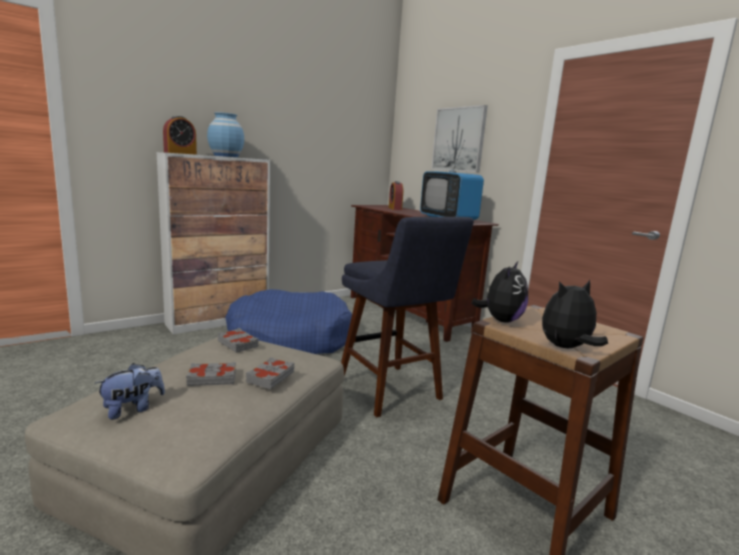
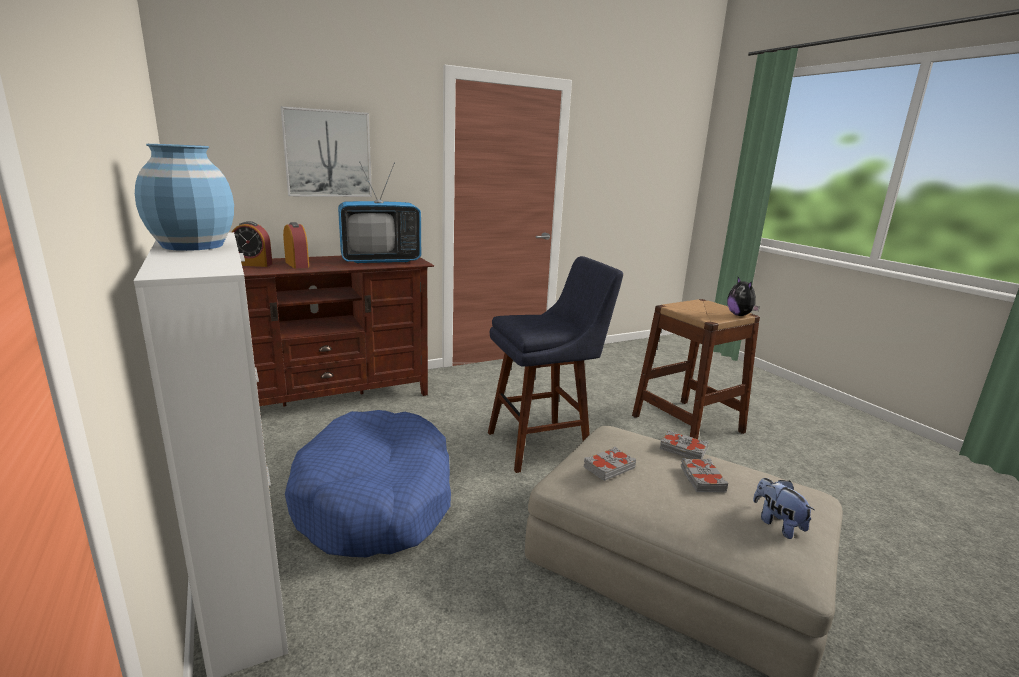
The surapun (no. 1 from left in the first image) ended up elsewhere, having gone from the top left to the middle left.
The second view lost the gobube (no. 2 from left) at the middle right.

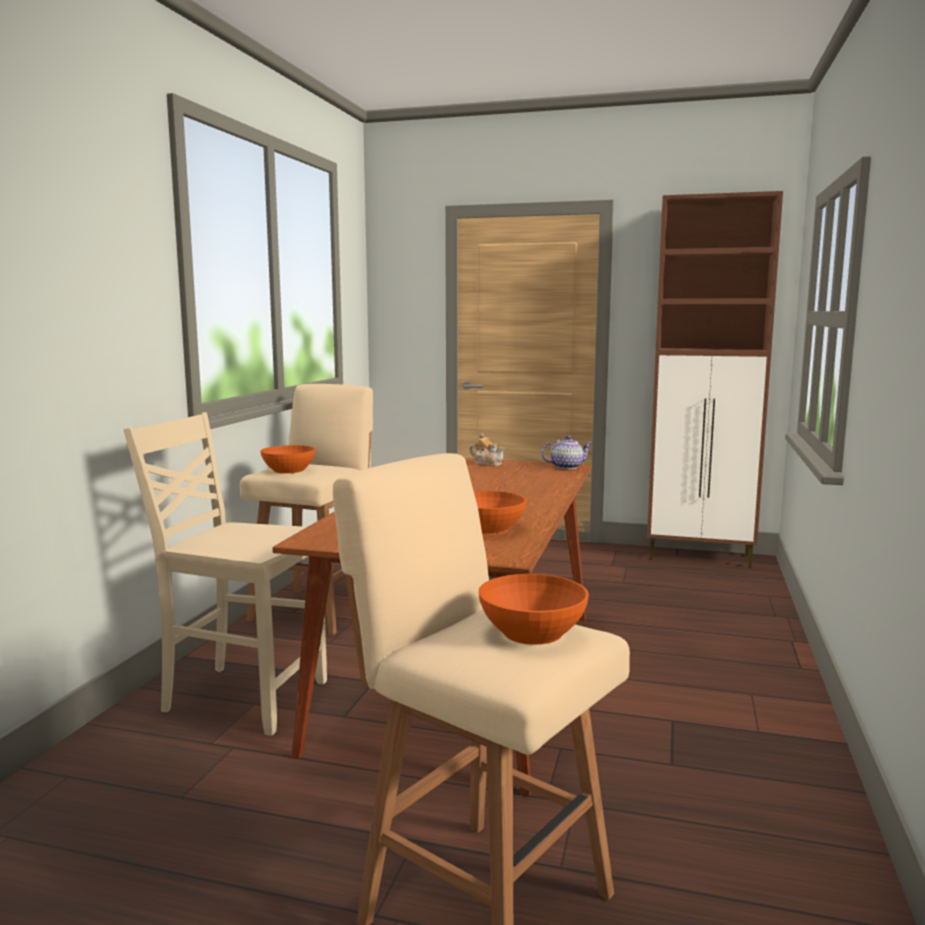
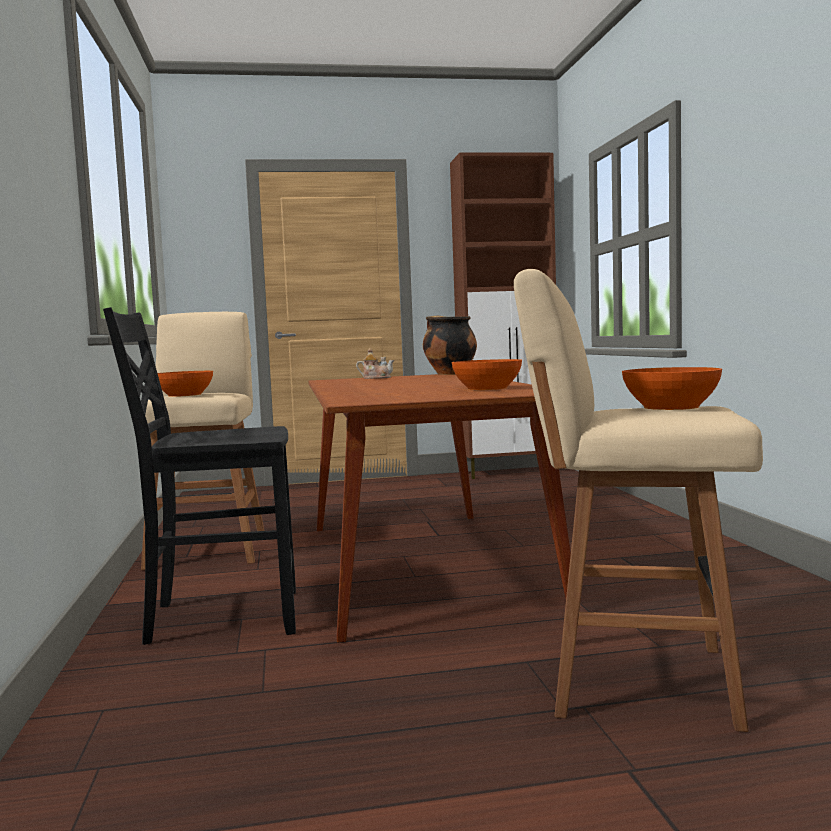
What was the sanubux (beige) at the middle left turned into the sanubux (black) at the middle left.
Where the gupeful (no. 2 from left) stood at the centre, the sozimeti came to stand at the centre.

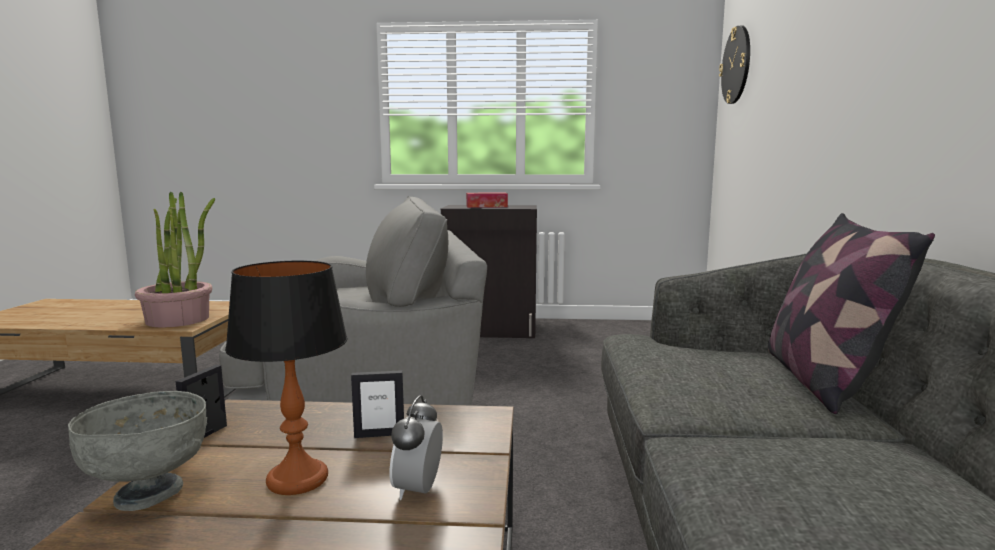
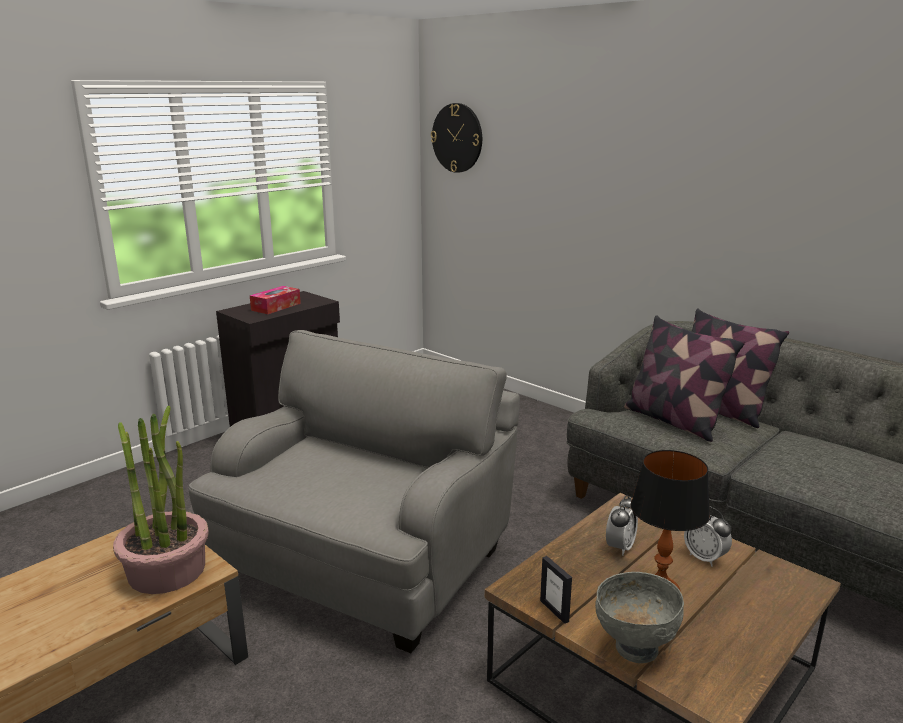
Where the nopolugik (no. 2 from left) stood at the bottom centre, the surapun (no. 1 from left) came to stand at the bottom right.
The second view gained the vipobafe (no. 1 from left) at the middle right.

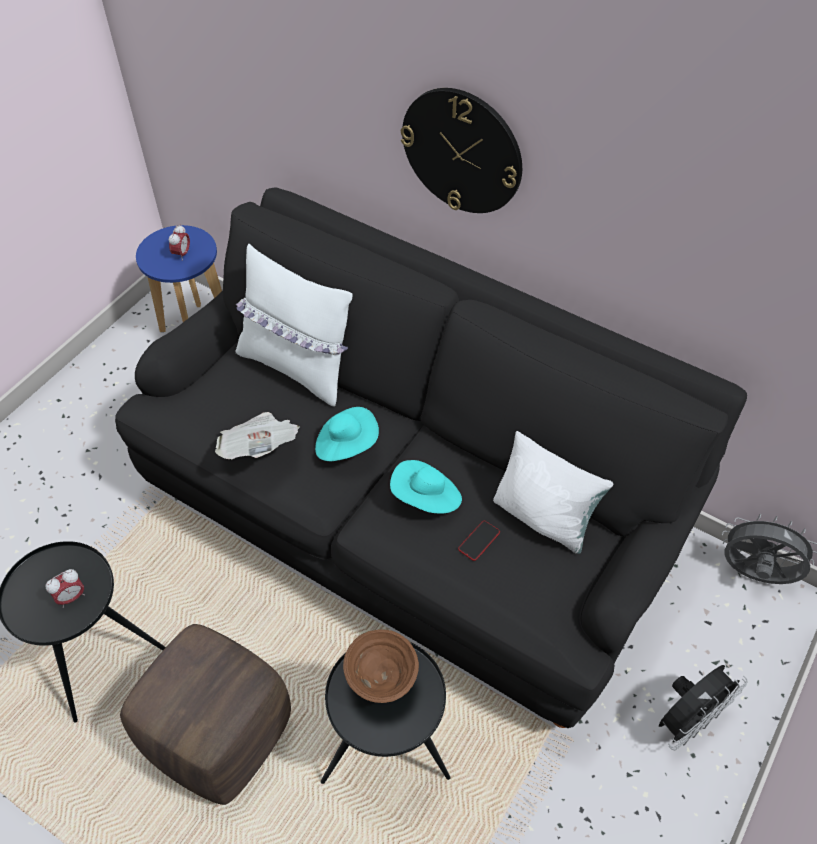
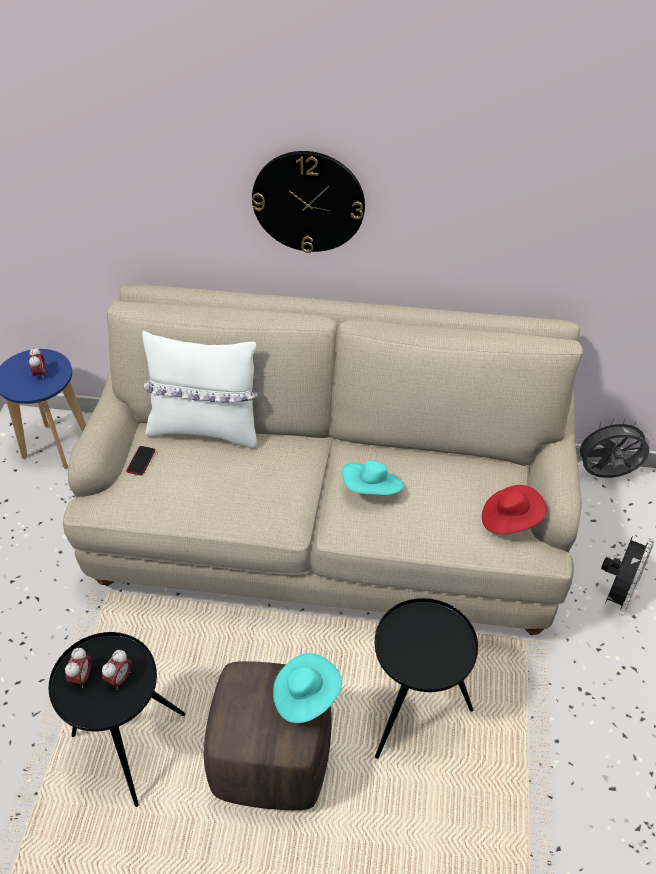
What was the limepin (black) at the centre turned into the limepin (beige) at the centre.
The second view lost the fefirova at the middle left.
The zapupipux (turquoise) (no. 1 from left) ended up elsewhere, having gone from the centre to the bottom centre.
The second view lost the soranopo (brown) at the bottom centre.
The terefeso ended up elsewhere, having gone from the centre to the middle left.
The second view lost the vipobafe (white) (no. 2 from left) at the middle right.
The second view gained the surapun (no. 2 from left) at the bottom left.
The second view gained the zapupipux (red) at the middle right.

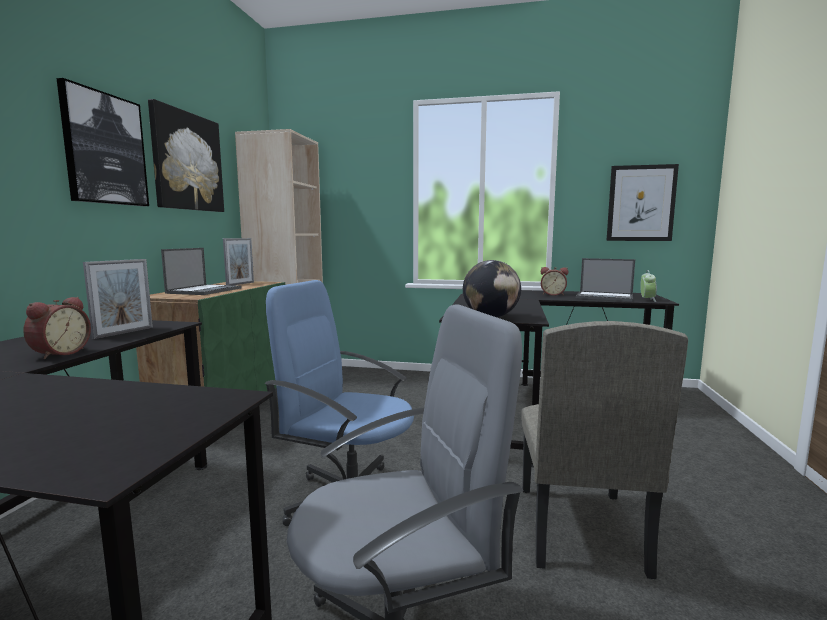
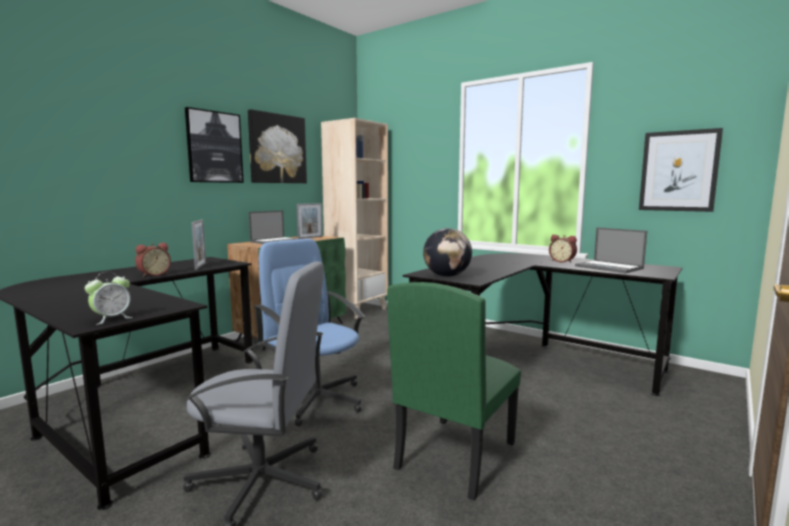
The nopolugik (no. 1 from left) at the middle left ended up facing another way, 60 degrees counterclockwise from before.
What was the sanubux (beige) at the bottom right turned into the sanubux (green) at the bottom centre.
The surapun (no. 3 from left in the first image) ended up elsewhere, having gone from the middle right to the middle left.

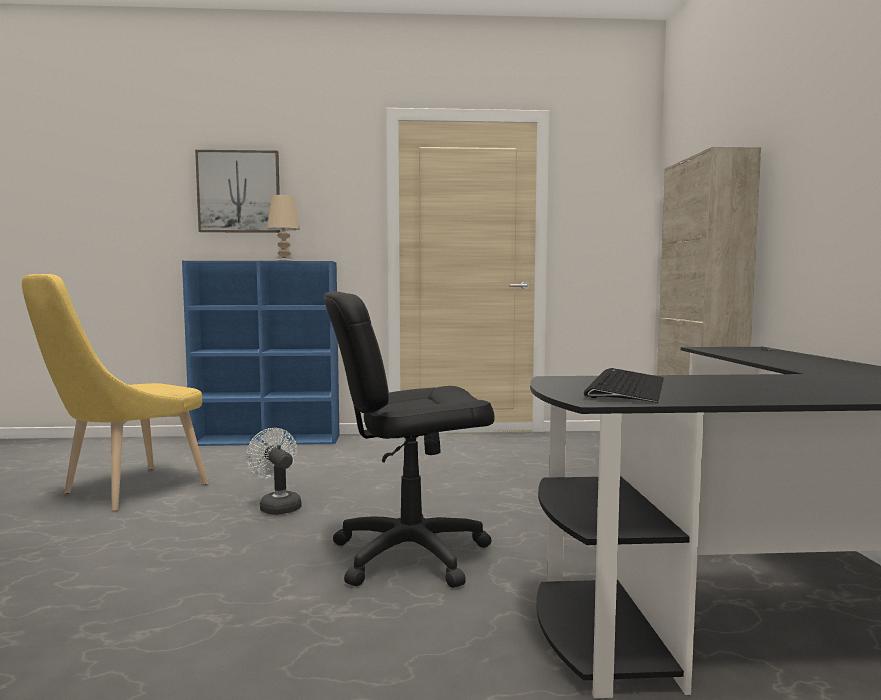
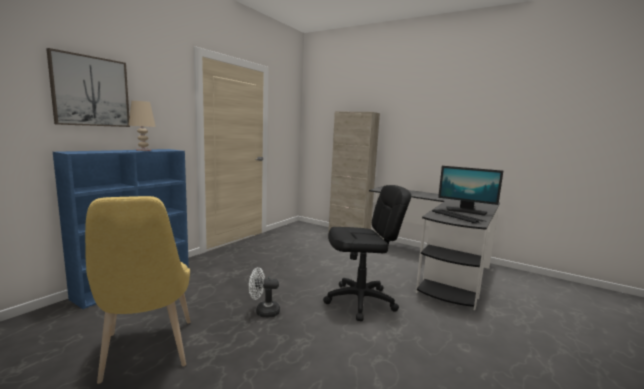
The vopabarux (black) at the centre ended up facing another way, 120 degrees counterclockwise from before.
The second view gained the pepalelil at the middle right.

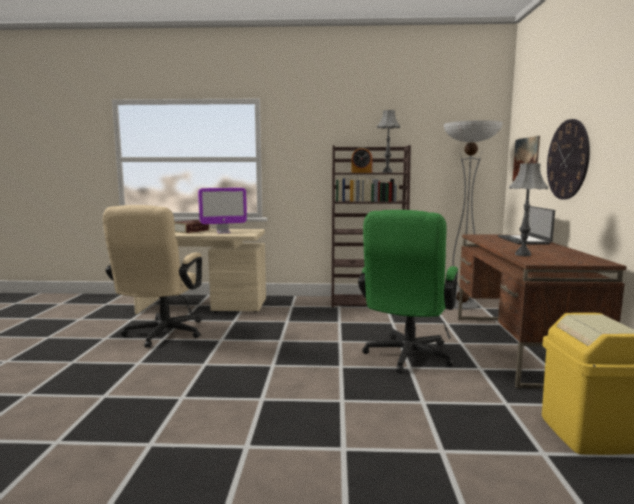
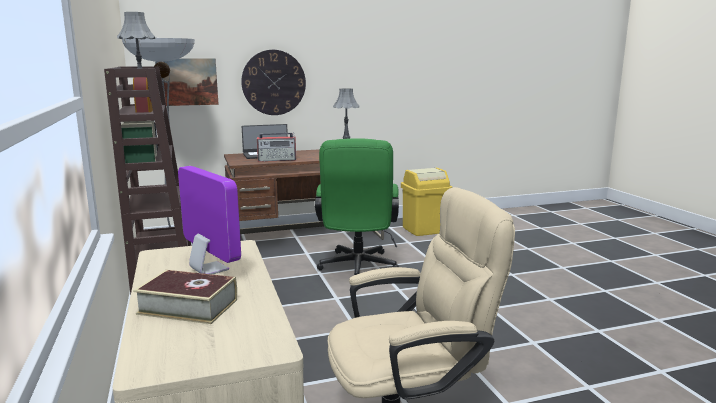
The vopabarux (green) at the centre ended up facing another way, 90 degrees clockwise from before.
The second view gained the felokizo at the centre.

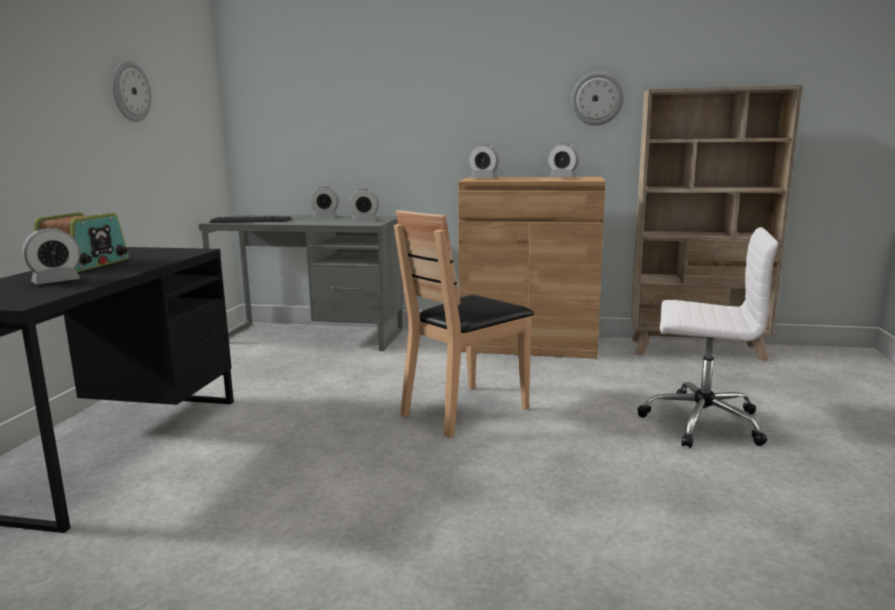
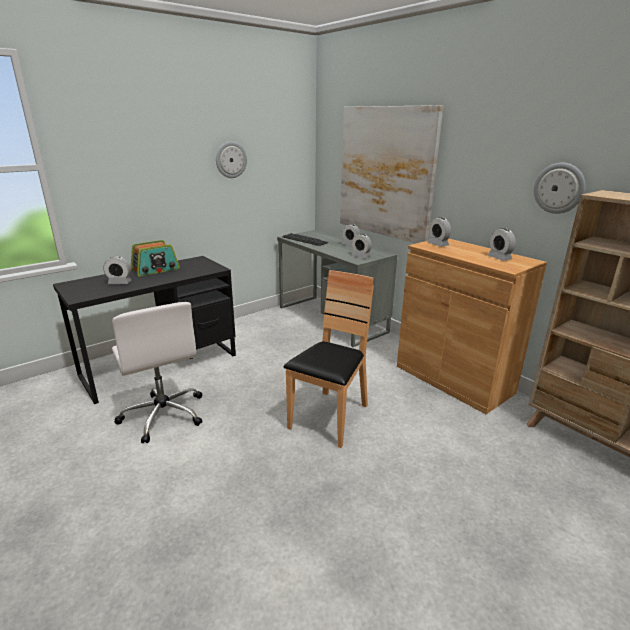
The sanubux (brown) at the centre ended up facing another way, 120 degrees clockwise from before.
The vopabarux (white) ended up elsewhere, having gone from the middle right to the middle left.
The second view gained the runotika at the top centre.

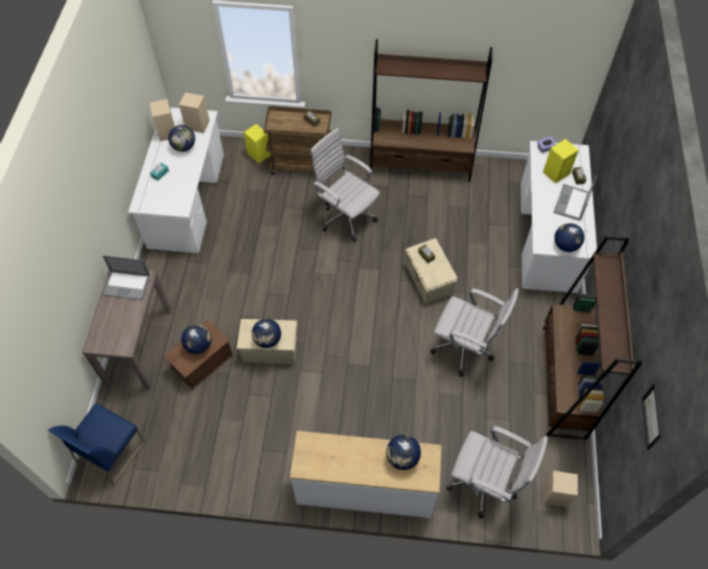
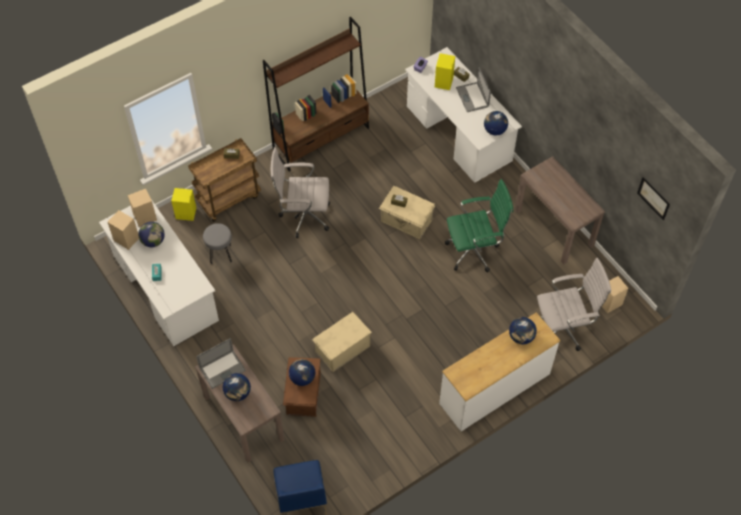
The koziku (no. 3 from left in the first image) ended up elsewhere, having gone from the centre to the bottom left.
What was the vopabarux (white) (no. 2 from left) at the middle right turned into the vopabarux (green) at the centre.
Where the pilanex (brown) (no. 2 from left) stood at the middle right, the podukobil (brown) (no. 2 from left) came to stand at the middle right.
The second view gained the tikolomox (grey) at the middle left.

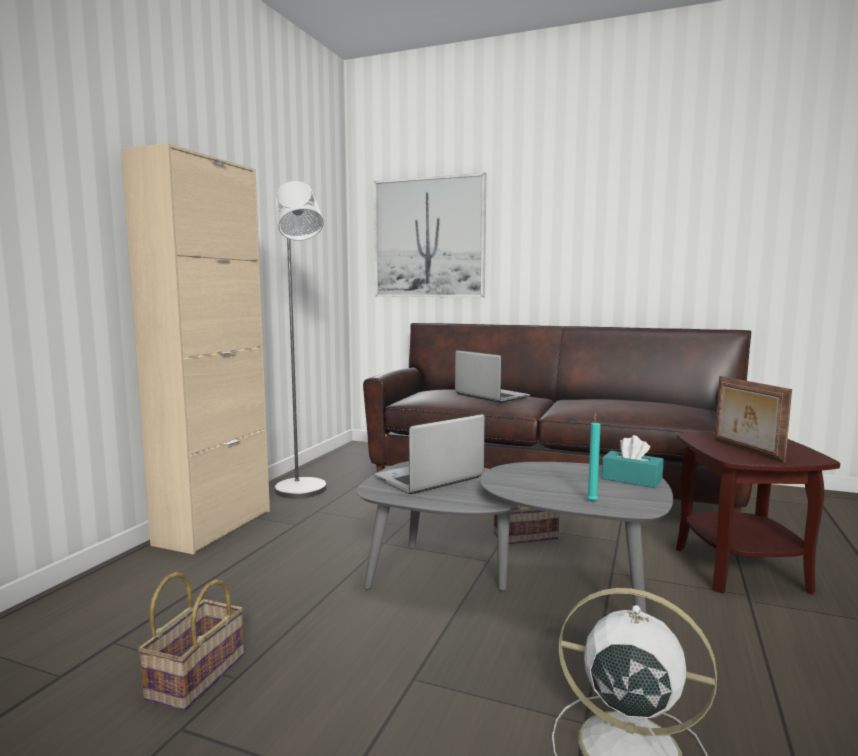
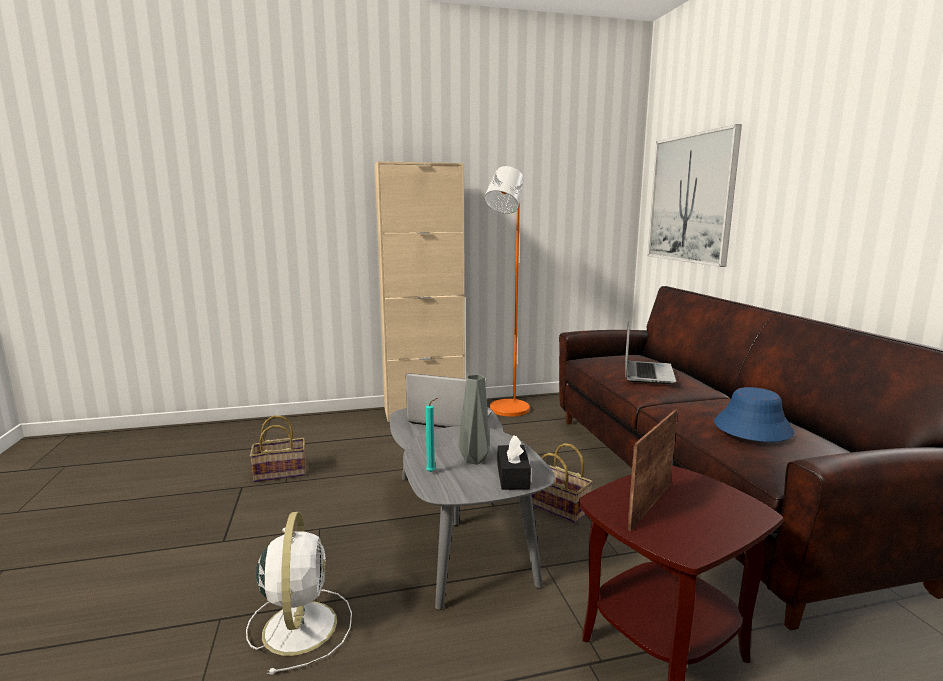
What was the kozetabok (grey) at the centre turned into the kozetabok (orange) at the centre.
What was the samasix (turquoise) at the middle right turned into the samasix (black) at the bottom centre.
The second view gained the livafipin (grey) at the centre.
The second view gained the zapupipux (blue) at the middle right.

